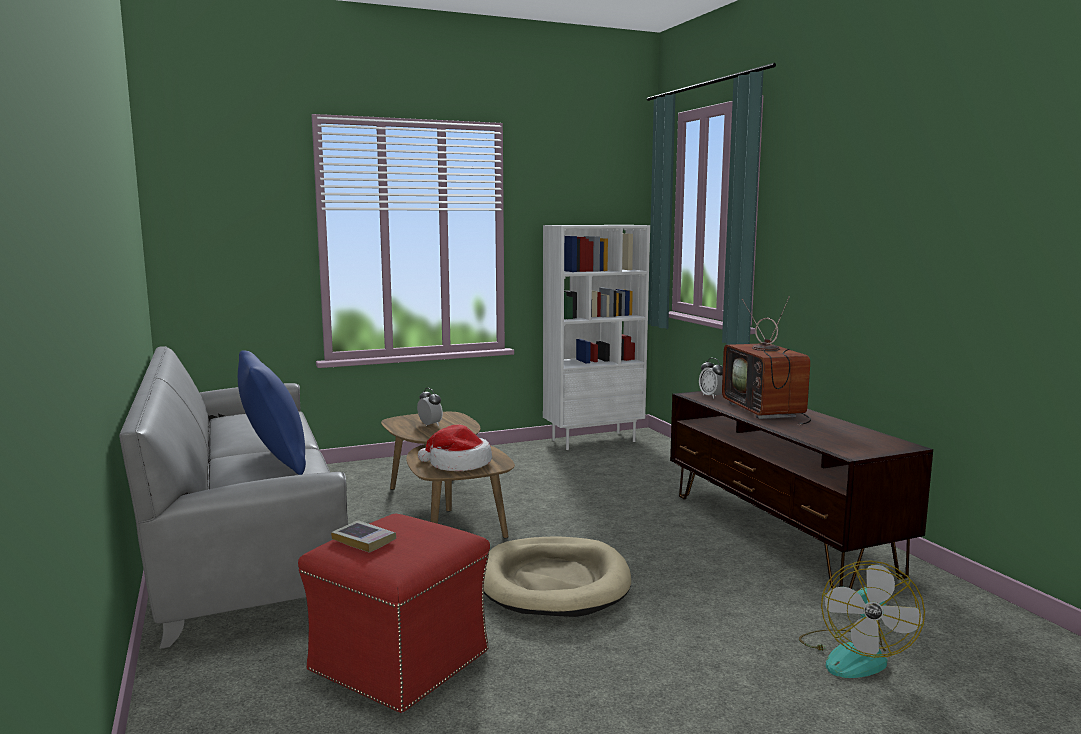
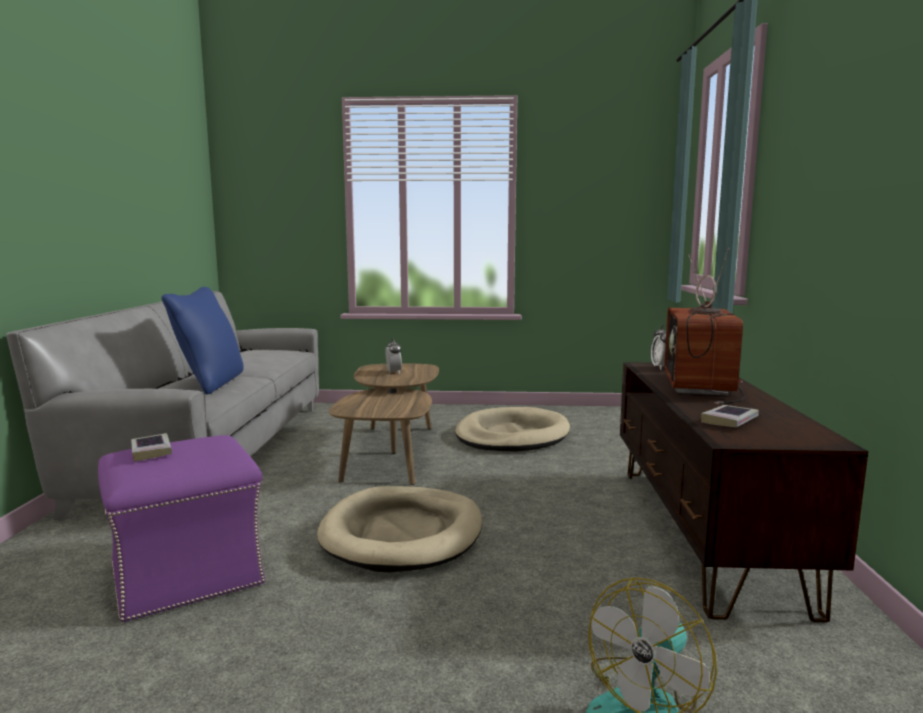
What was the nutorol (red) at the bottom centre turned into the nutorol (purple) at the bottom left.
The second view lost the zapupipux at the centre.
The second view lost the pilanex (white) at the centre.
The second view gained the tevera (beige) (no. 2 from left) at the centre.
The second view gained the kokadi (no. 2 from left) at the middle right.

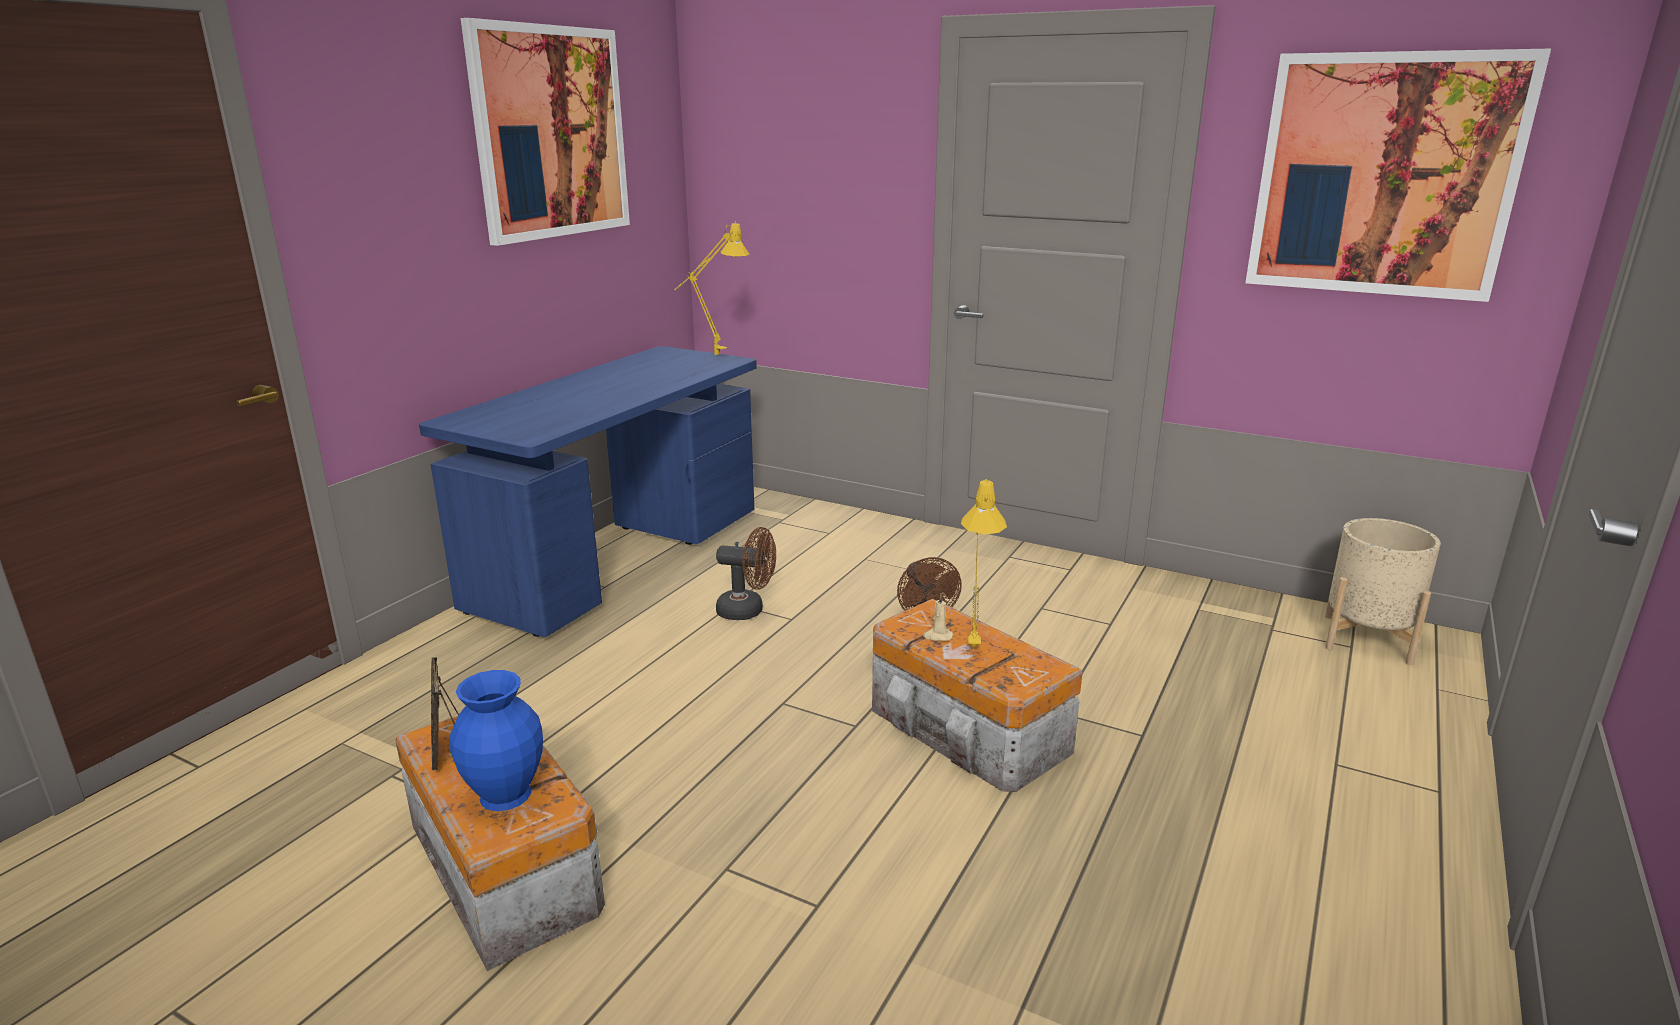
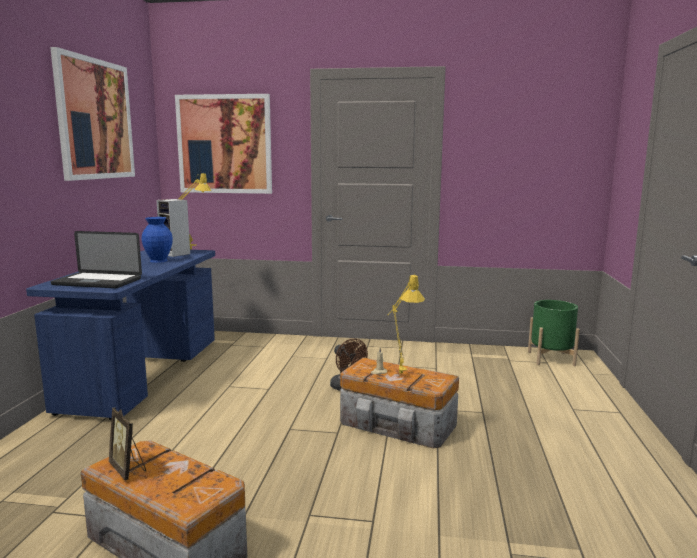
The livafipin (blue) ended up elsewhere, having gone from the bottom left to the middle left.
The second view lost the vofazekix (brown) (no. 1 from left) at the centre.
The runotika (no. 2 from left) ended up elsewhere, having gone from the top right to the top left.
What was the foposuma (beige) at the middle right turned into the foposuma (green) at the middle right.
The second view gained the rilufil at the middle left.
The second view gained the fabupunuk at the middle left.

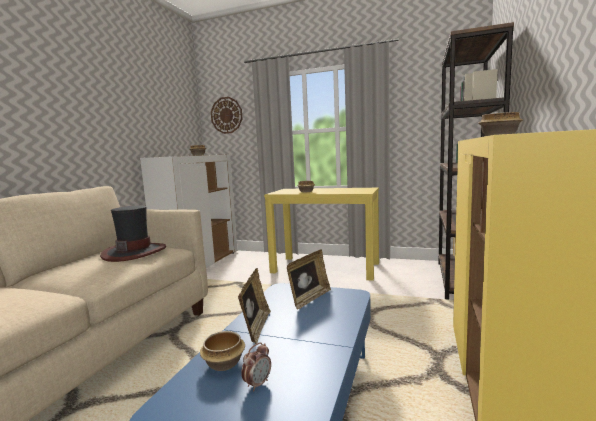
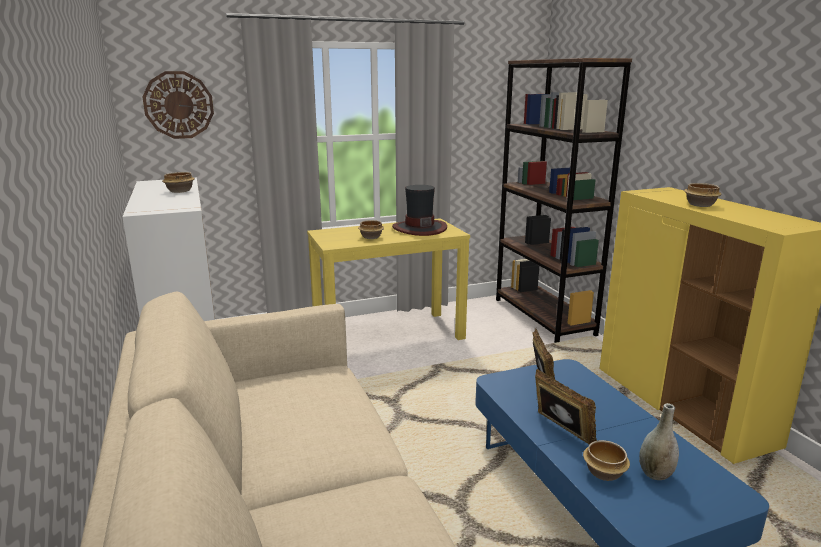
The zapupipux ended up elsewhere, having gone from the middle left to the centre.
Where the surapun stood at the bottom centre, the livafipin (grey) came to stand at the bottom right.

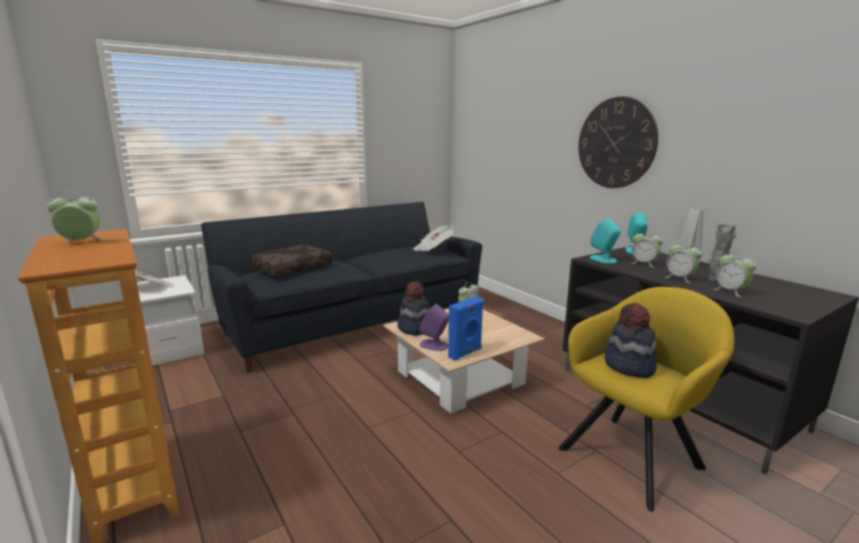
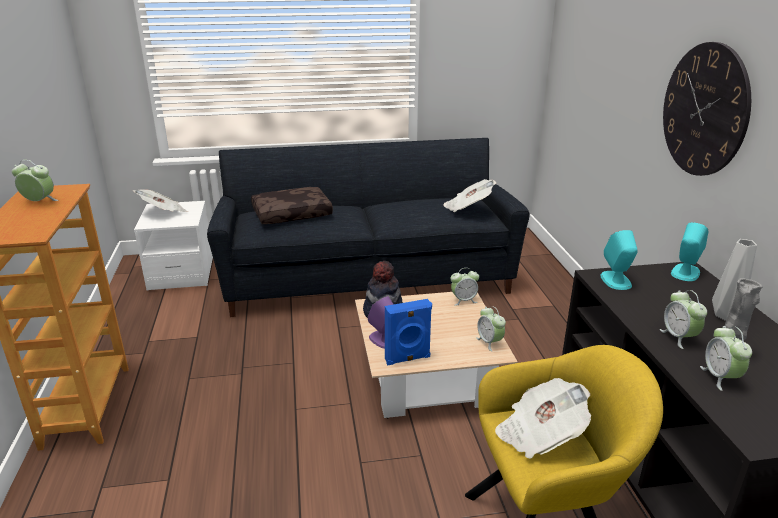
Where the zapupipux (no. 2 from left) stood at the middle right, the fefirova (no. 3 from left) came to stand at the bottom right.
The surapun (no. 3 from left) ended up elsewhere, having gone from the middle right to the centre.

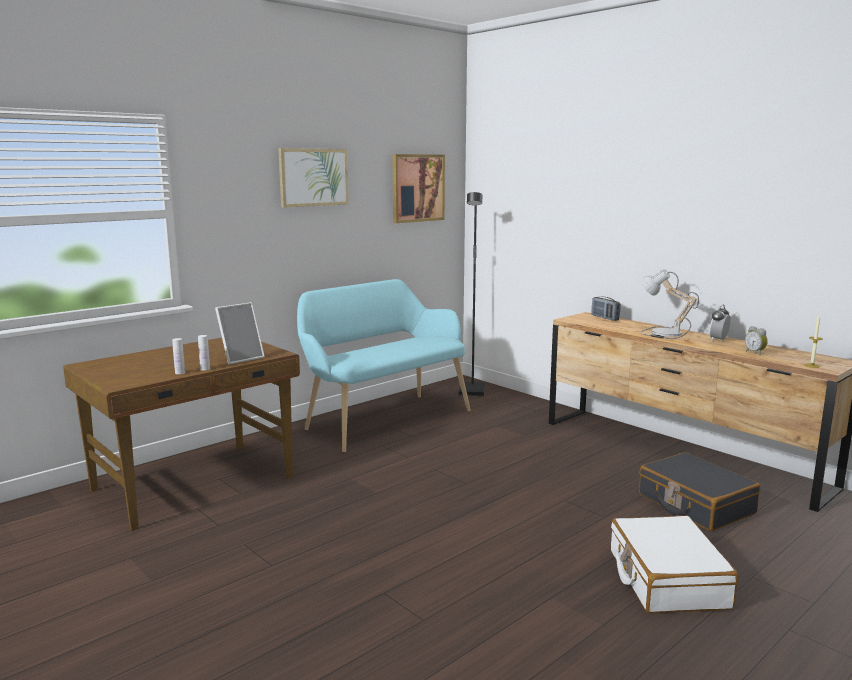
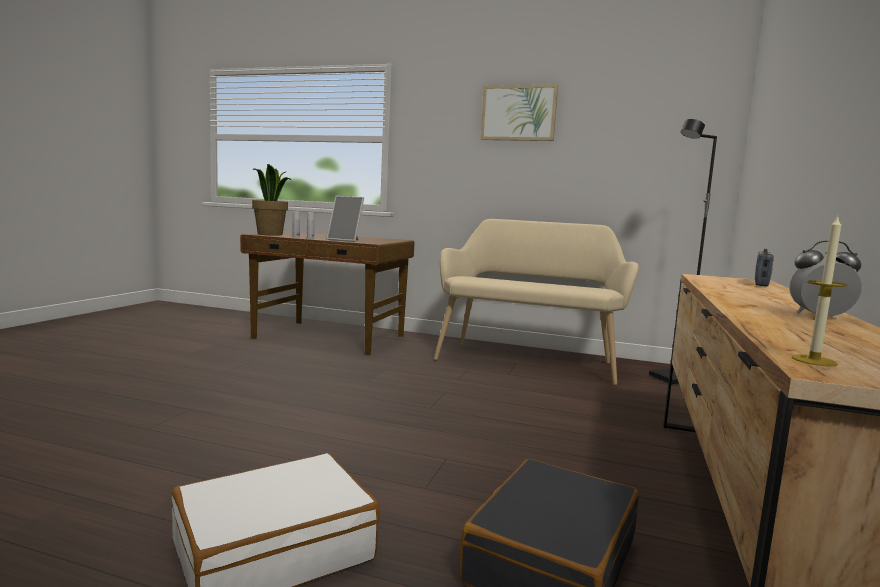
What was the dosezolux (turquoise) at the centre turned into the dosezolux (beige) at the centre.
The second view lost the runotika (no. 2 from left) at the top centre.
The second view lost the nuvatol at the middle right.
The second view lost the surapun (no. 2 from left) at the middle right.
The second view gained the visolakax at the middle left.

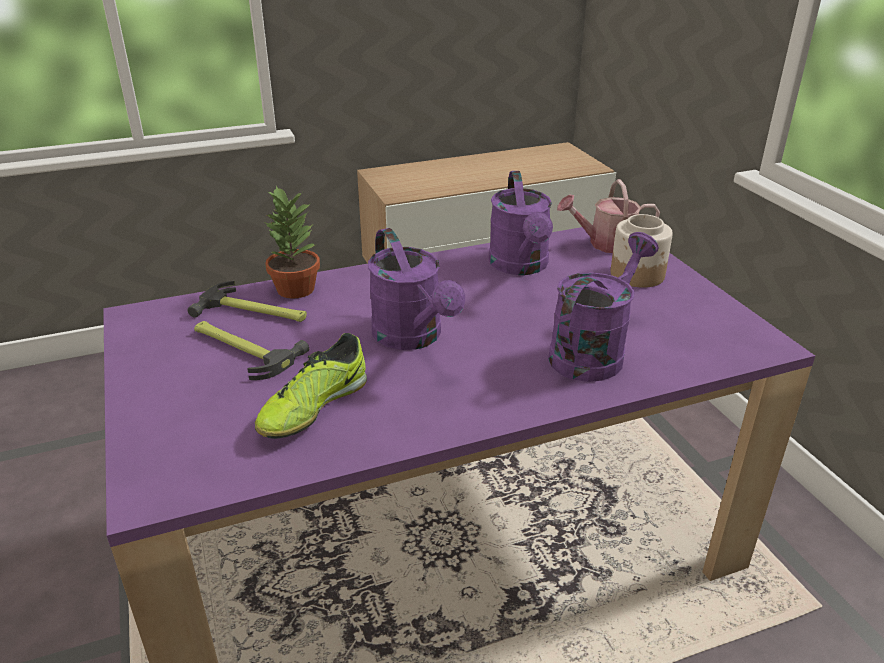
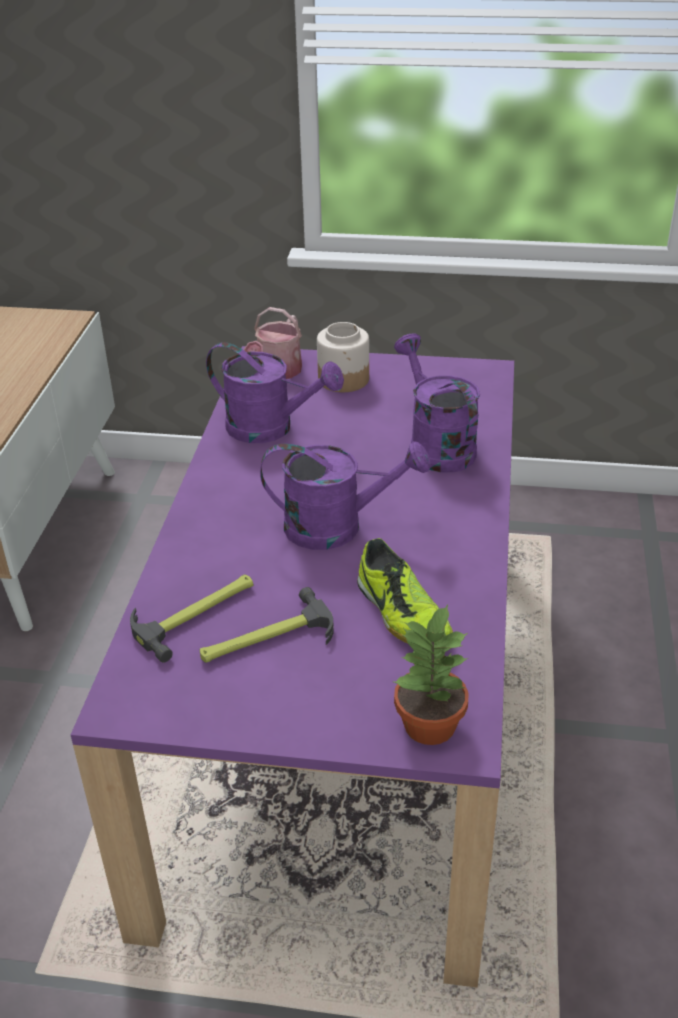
The visolakax ended up elsewhere, having gone from the middle left to the centre.

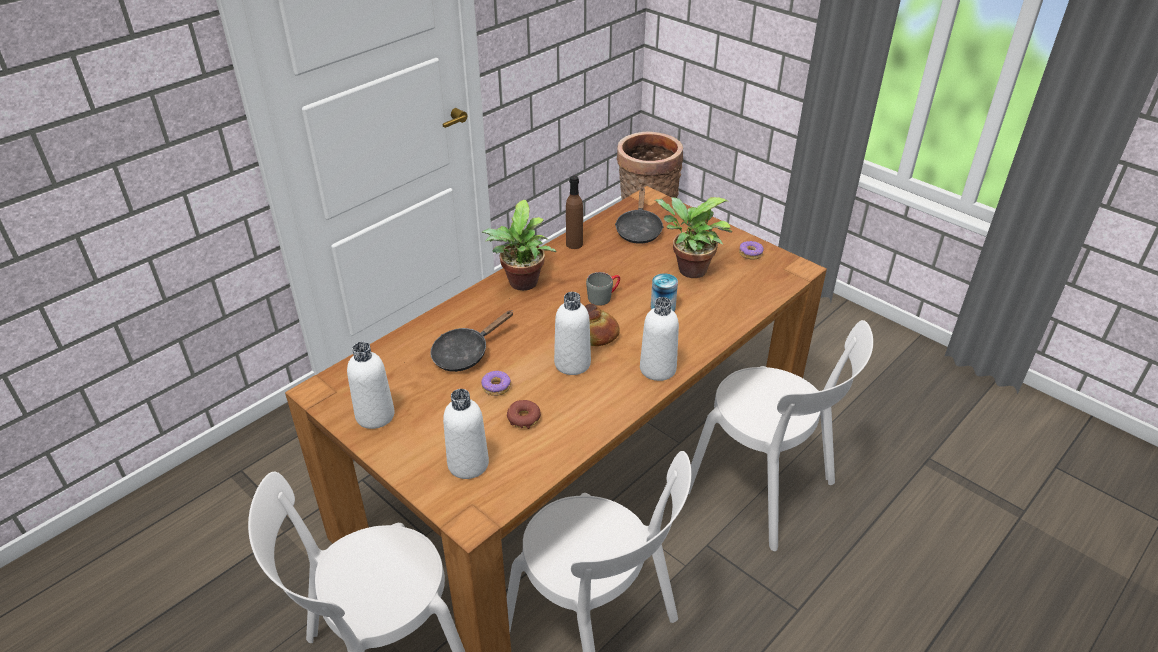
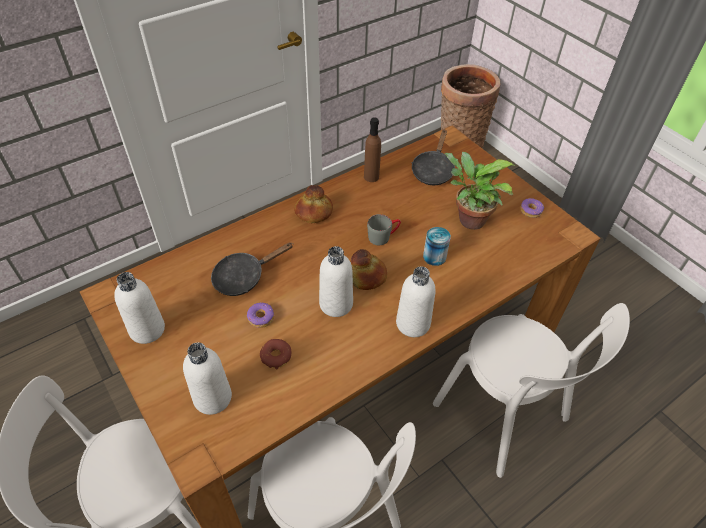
Where the visolakax (no. 1 from left) stood at the centre, the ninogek (no. 1 from left) came to stand at the centre.

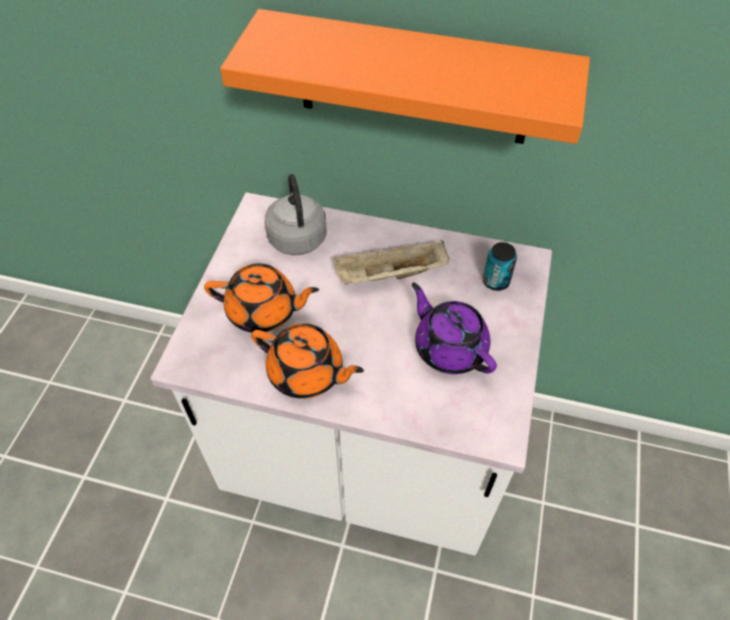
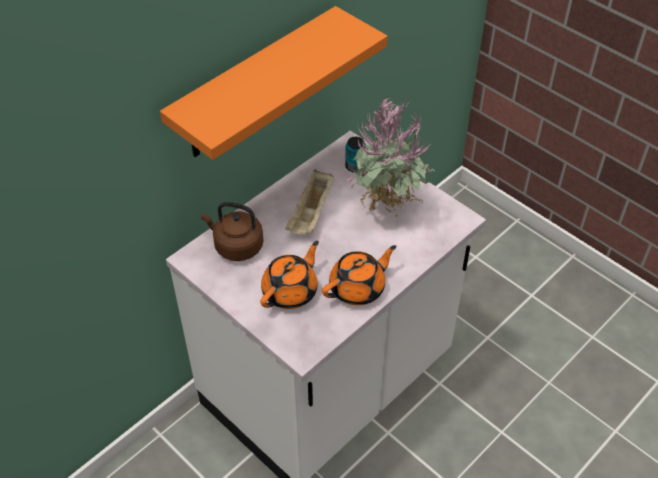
What was the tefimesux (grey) at the centre turned into the tefimesux (brown) at the centre.
Where the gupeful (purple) stood at the centre, the visolakax came to stand at the top centre.

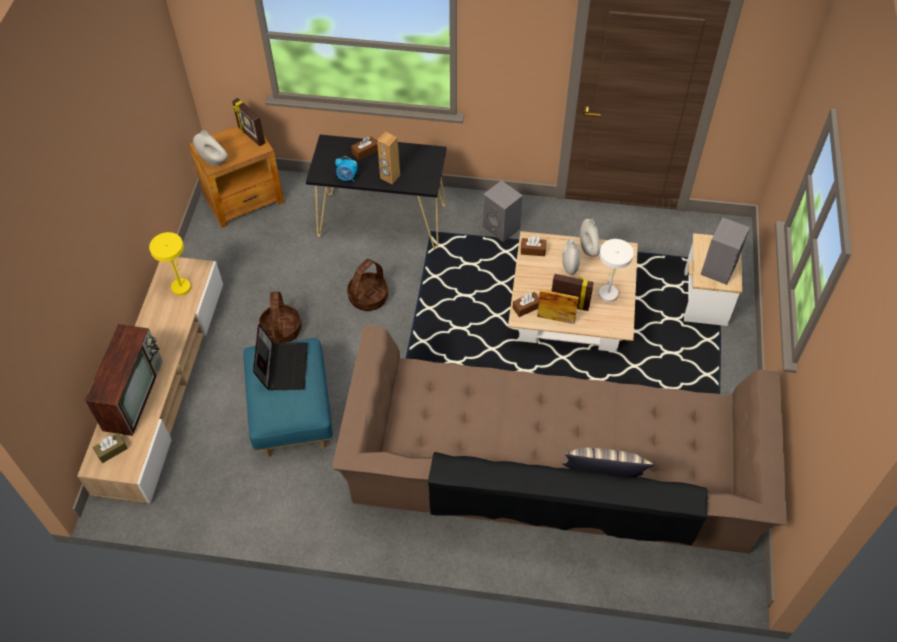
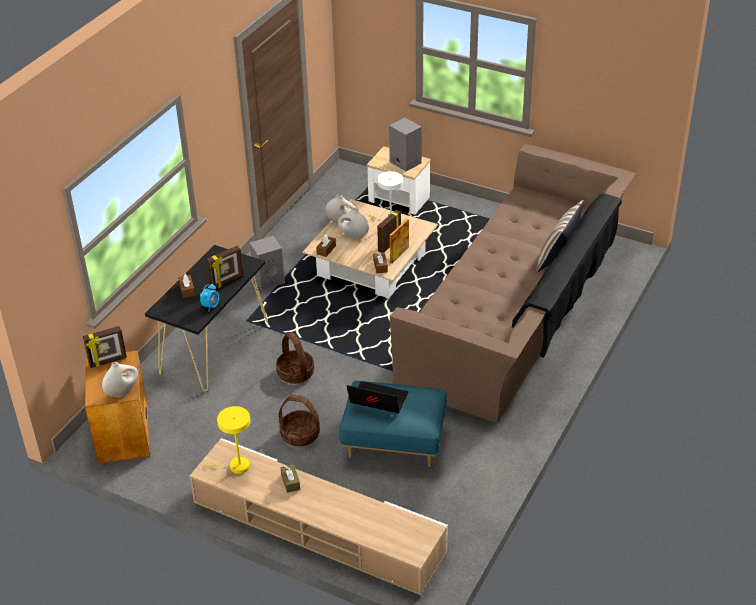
The second view lost the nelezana at the middle left.
The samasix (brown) (no. 1 from left in the first image) ended up elsewhere, having gone from the bottom left to the bottom centre.
Where the fabupunuk (brown) stood at the top centre, the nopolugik (no. 2 from left) came to stand at the middle left.

